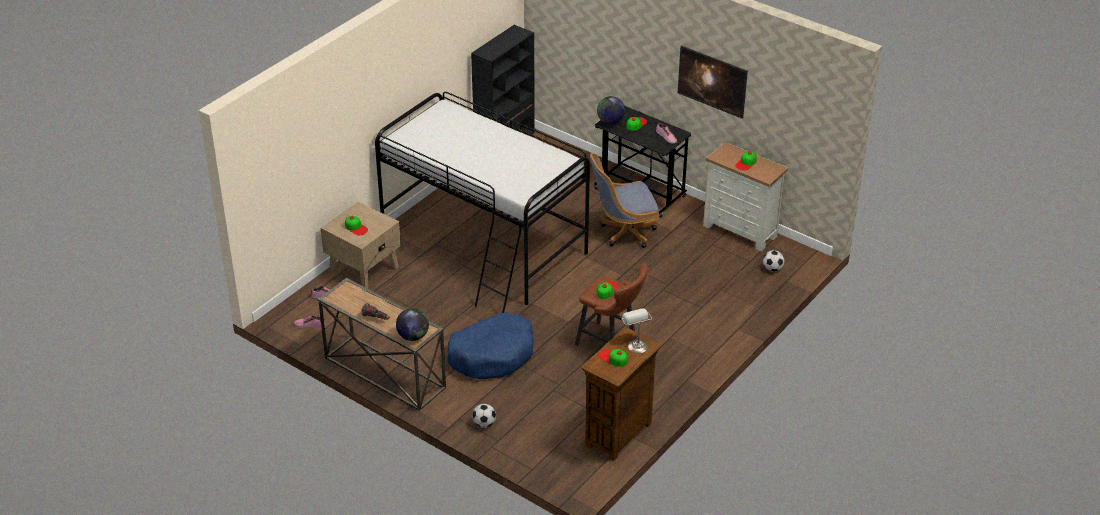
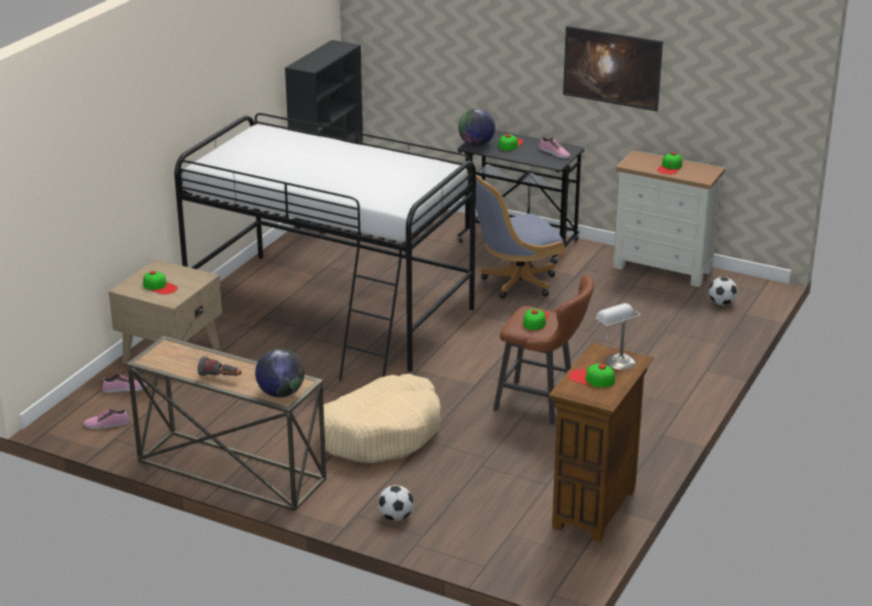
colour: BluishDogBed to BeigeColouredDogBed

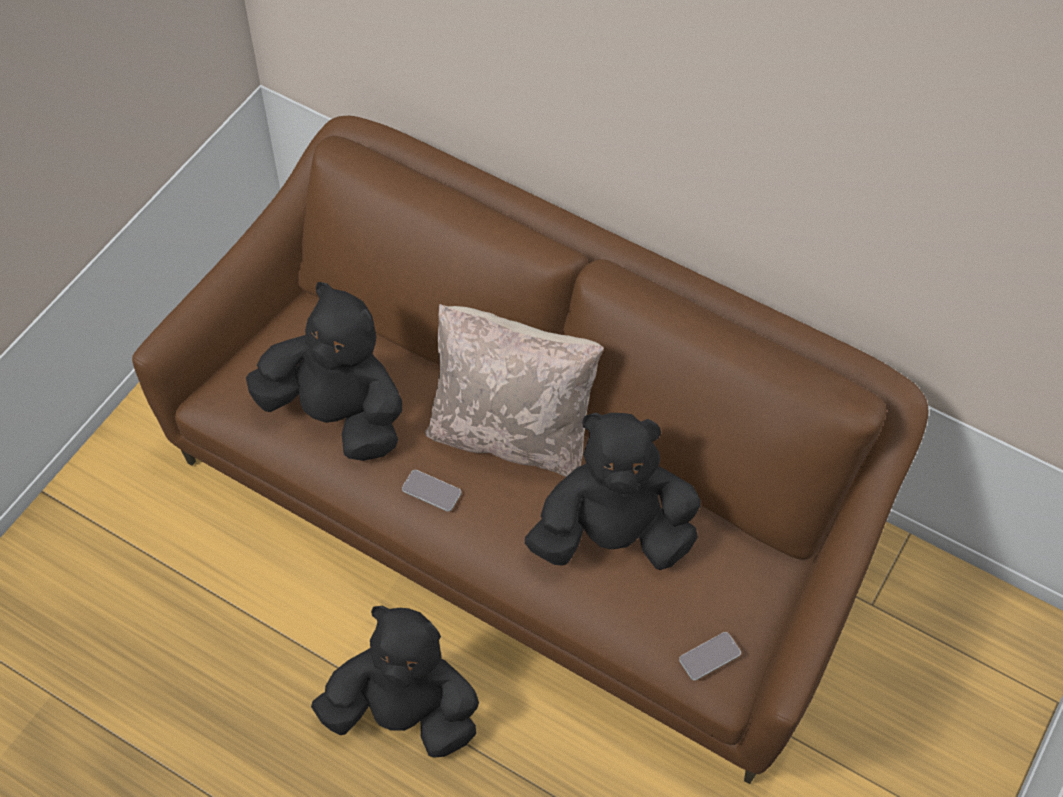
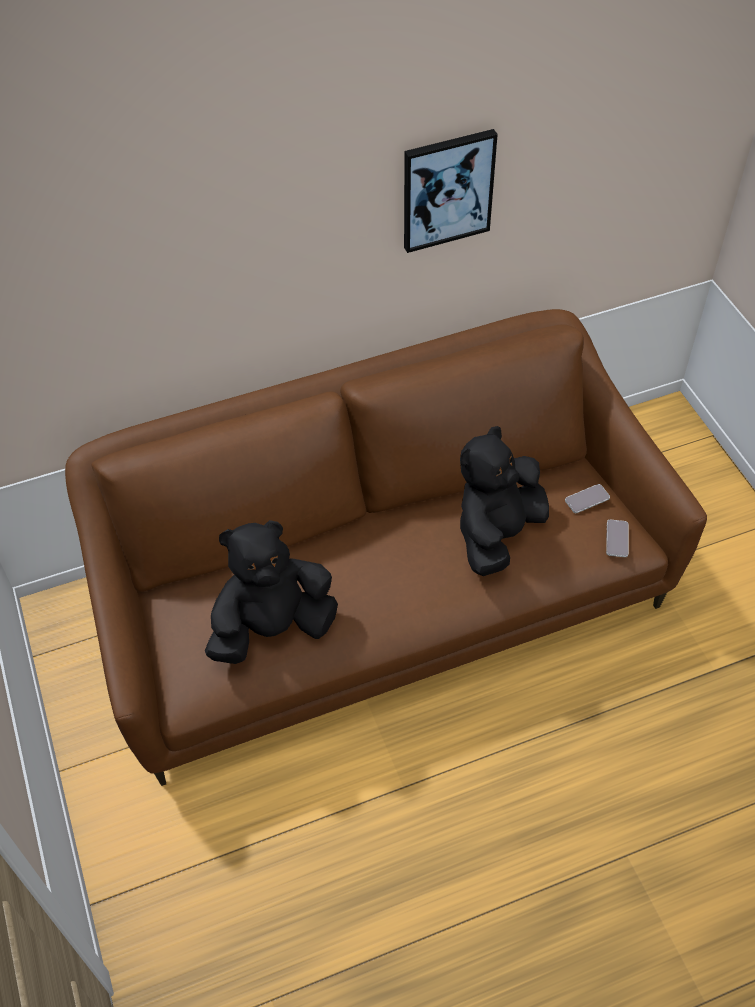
missing: BeigeColouredPillow; BlackColouredCuddlyToy (no. 2 from left)
appeared: Picture
relocated: Telephone (no. 1 from left)

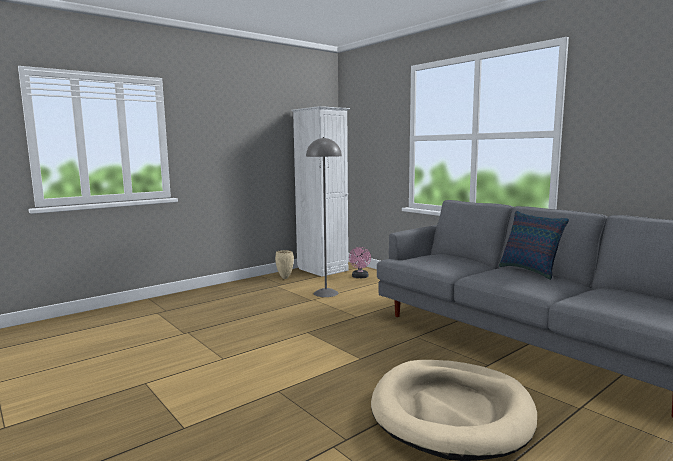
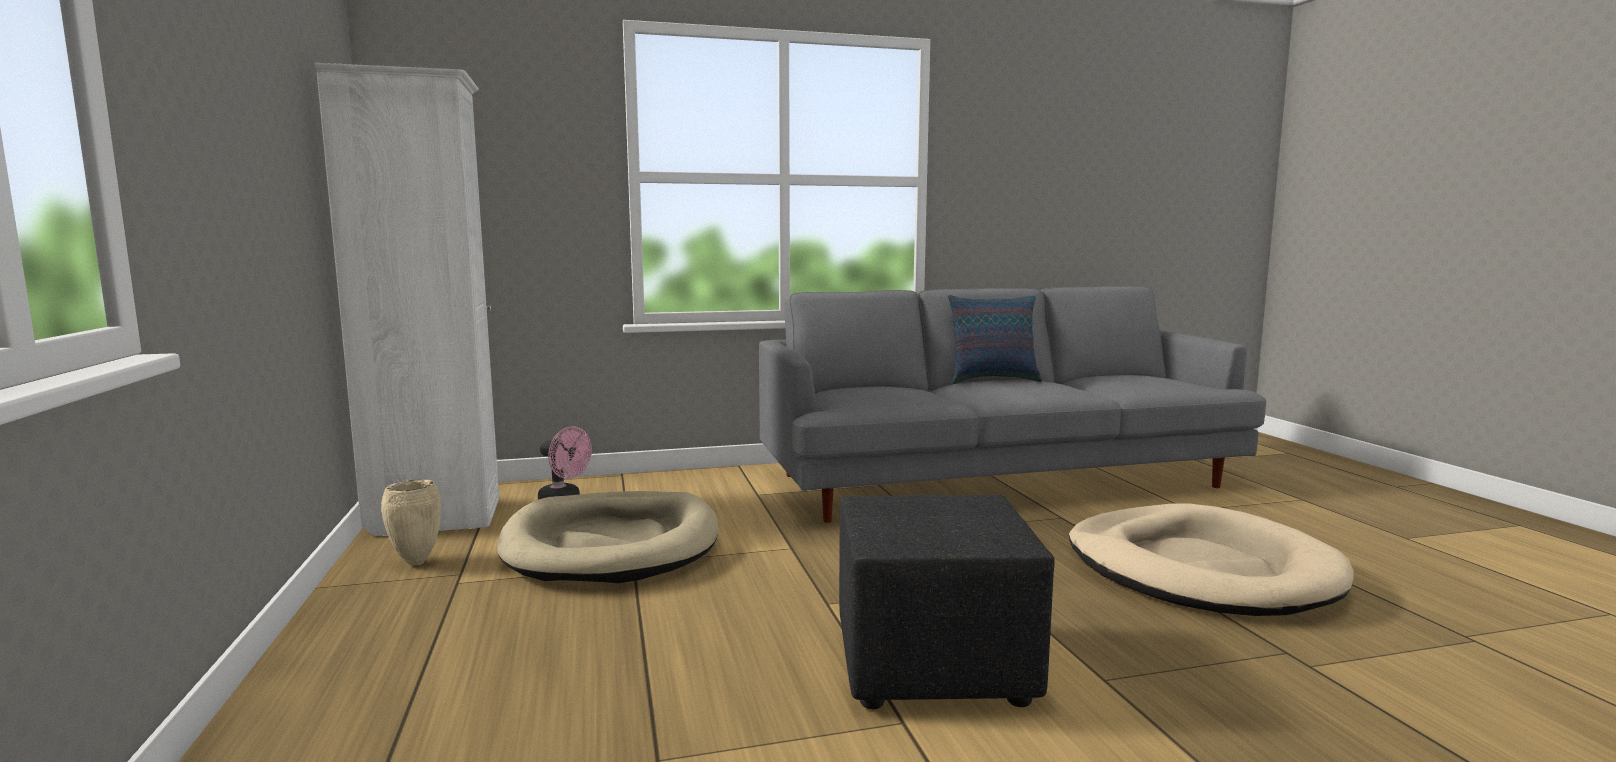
appeared: BlackColouredFootrest
exchanged: GrayStandardLamp to BeigeColouredDogBed (no. 1 from left)

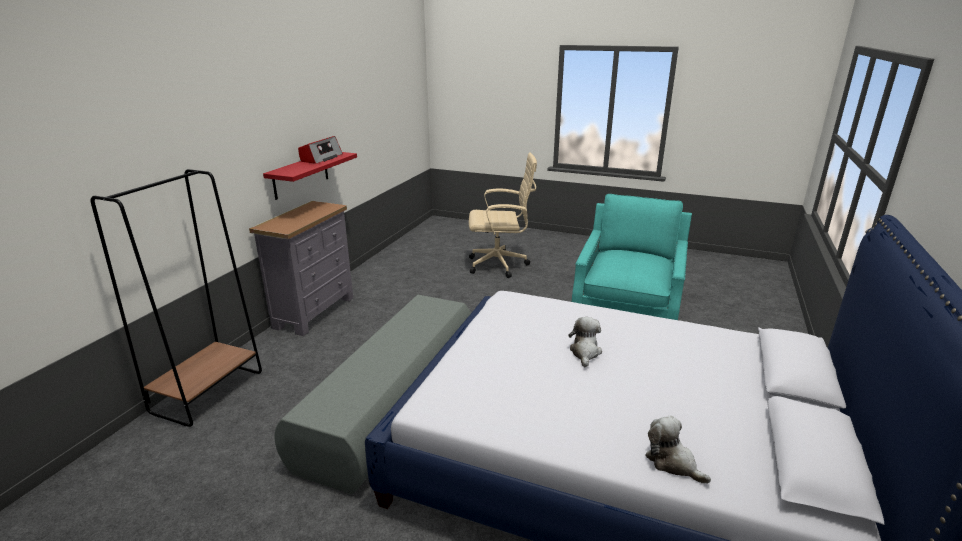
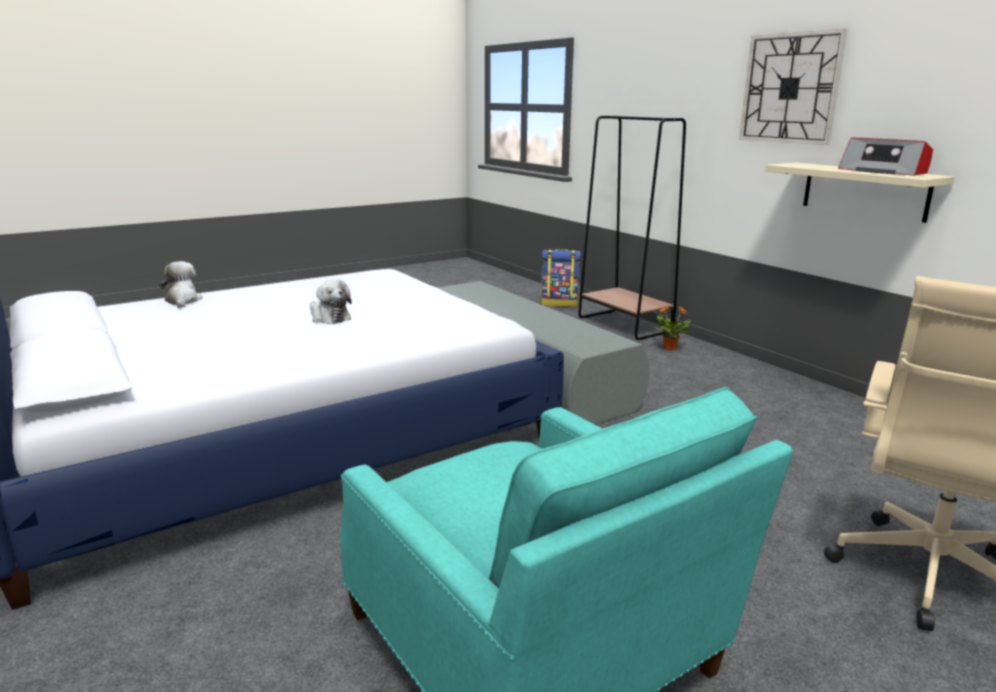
missing: GrayDrawerChest
appeared: ClockOnTheWall; Rucksack; PlantInAPot
colour: RedBracketShelf to BeigeColouredBracketShelf
spun: CuddlyToy (no. 2 from left in the first image) 105 degrees counterclockwise

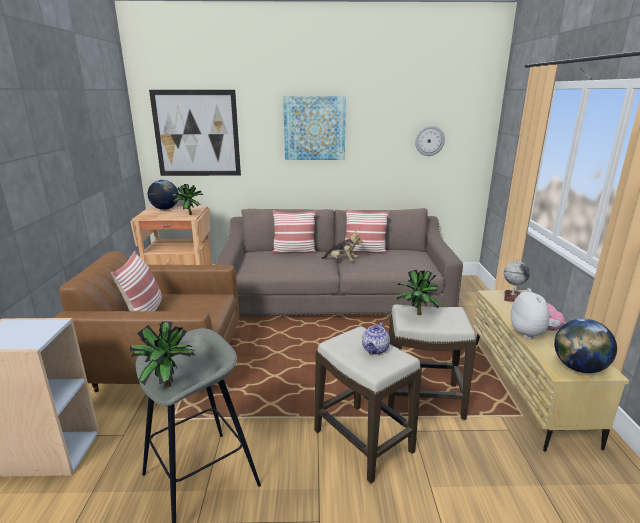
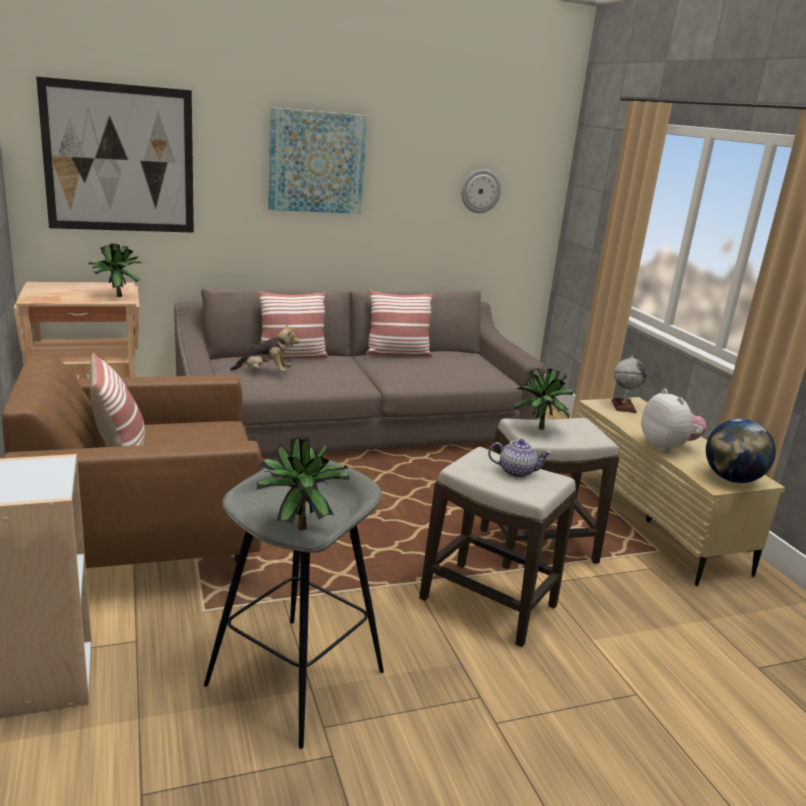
missing: WorldGlobe (no. 1 from left)
relocated: CuddlyToy (no. 1 from left)
spun: TeaPot 90 degrees counterclockwise

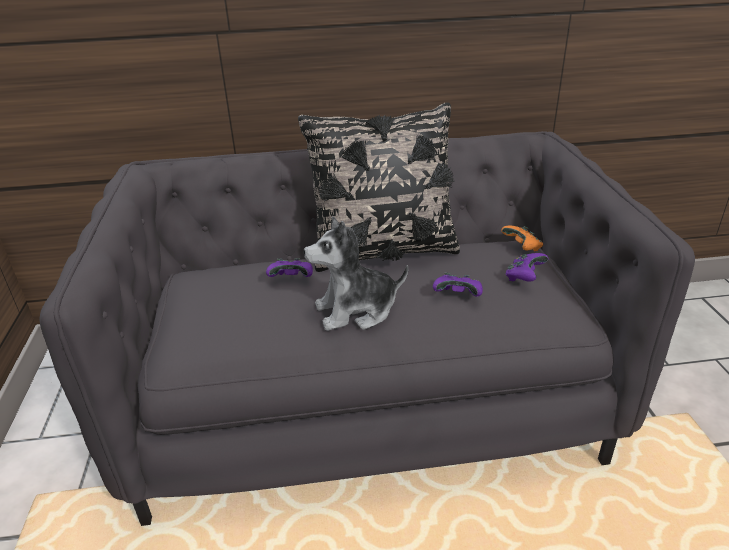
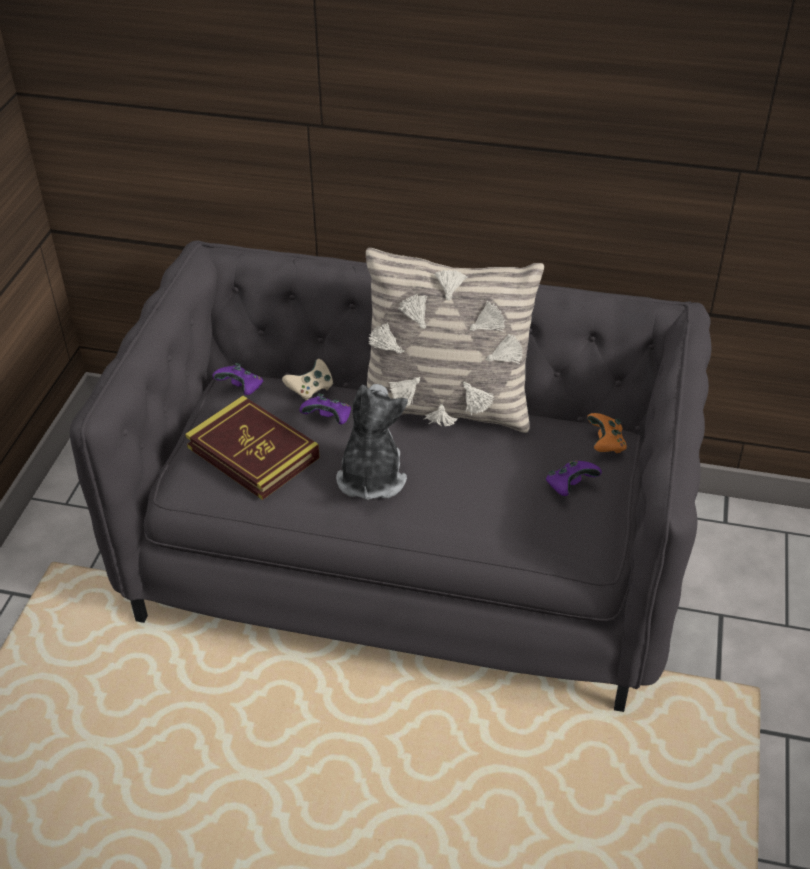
appeared: BeigeColouredGameController; Volume
relocated: PurplishGameController (no. 2 from left in the first image) to PurplishGameController (no. 1 from left)
colour: BlackColouredPillow to BeigeColouredPillow
spun: CuddlyToy 90 degrees clockwise

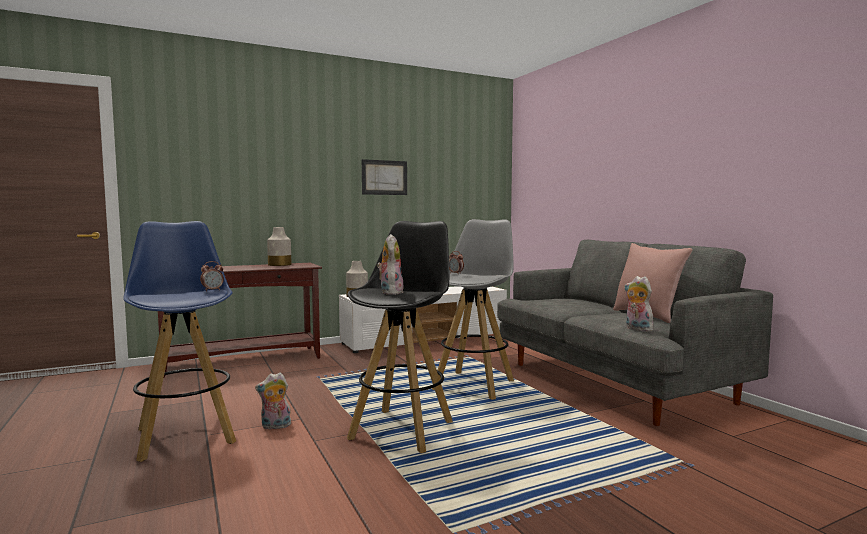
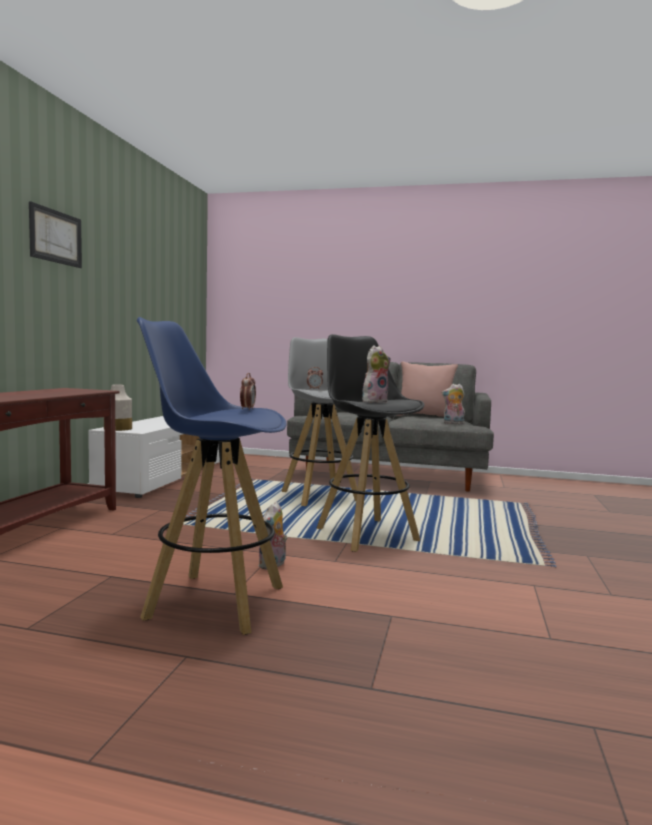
missing: BeigeColouredFlowerVase (no. 1 from left)
relocated: Picture
spun: CuddlyToy (no. 2 from left) 105 degrees clockwise

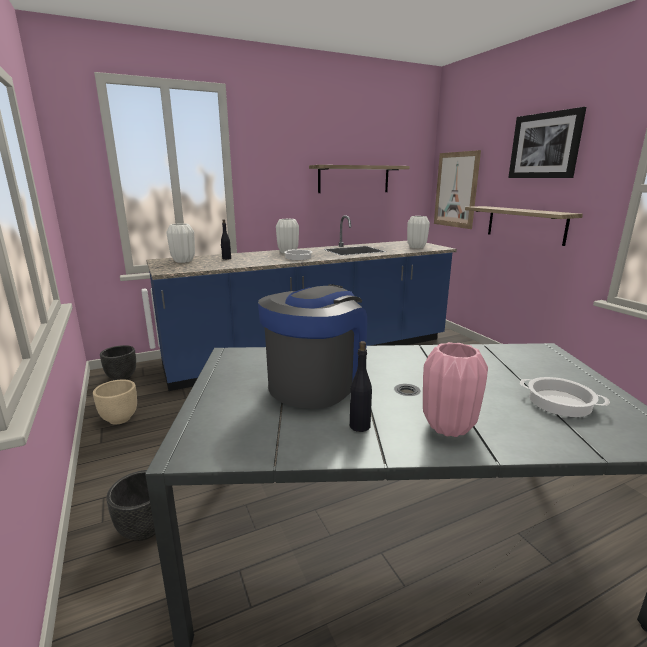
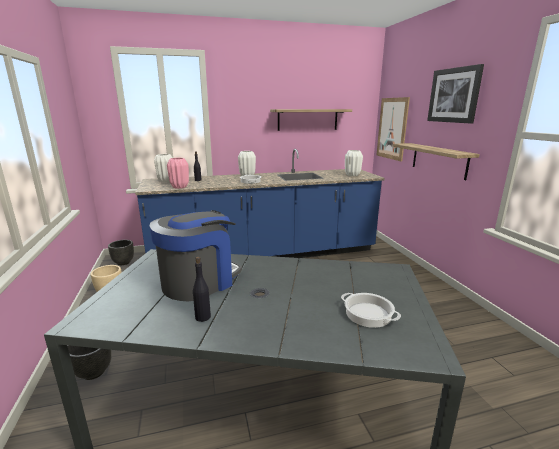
relocated: PinkColouredFlowerVase

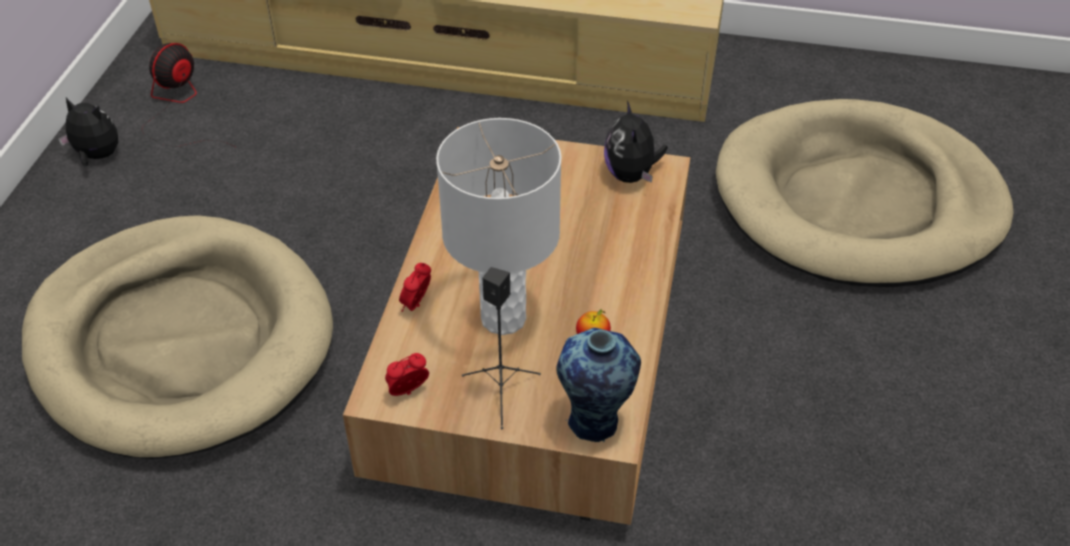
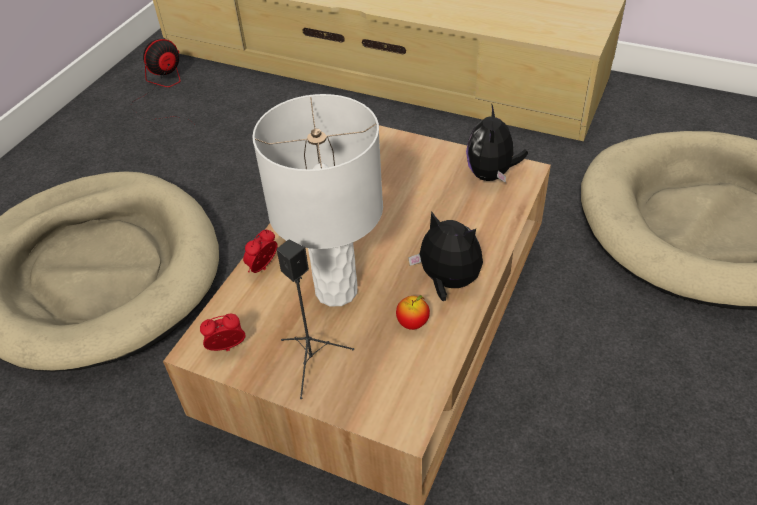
missing: FlowerVase
relocated: CuddlyToy (no. 1 from left)

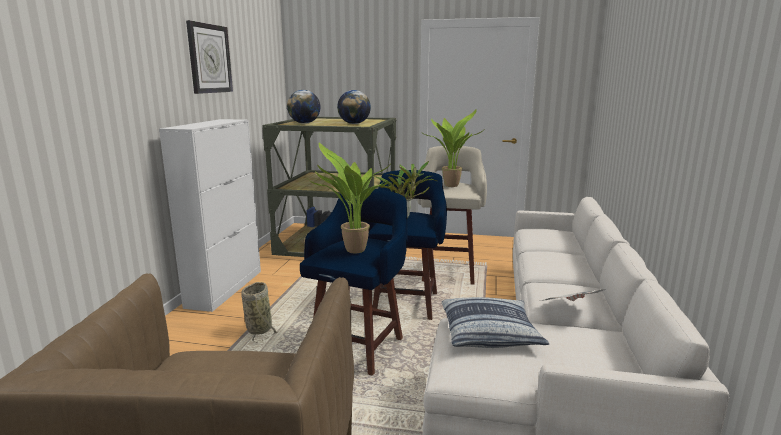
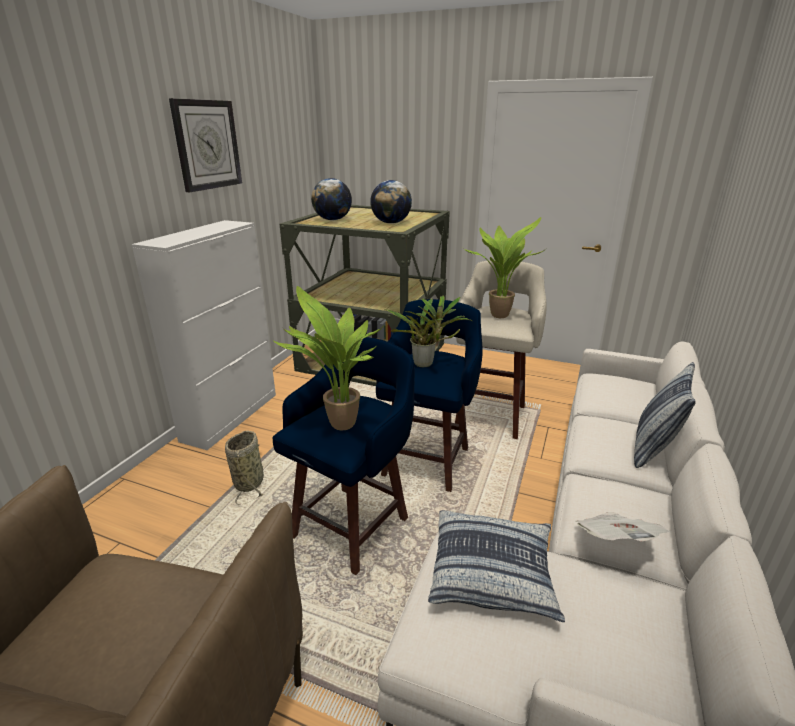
appeared: Pillow (no. 2 from left)

